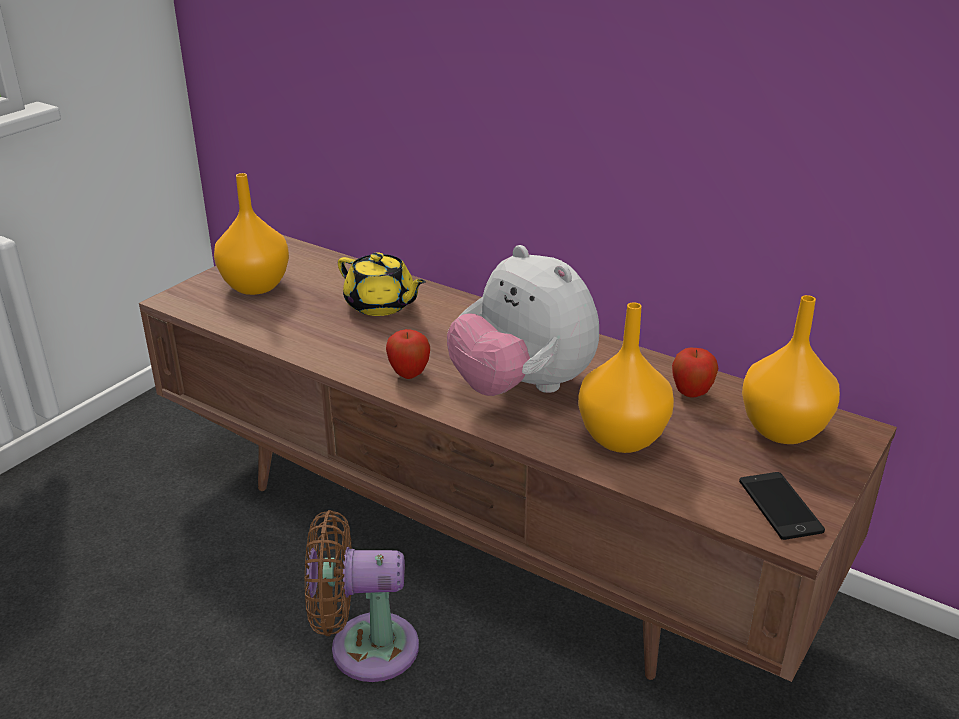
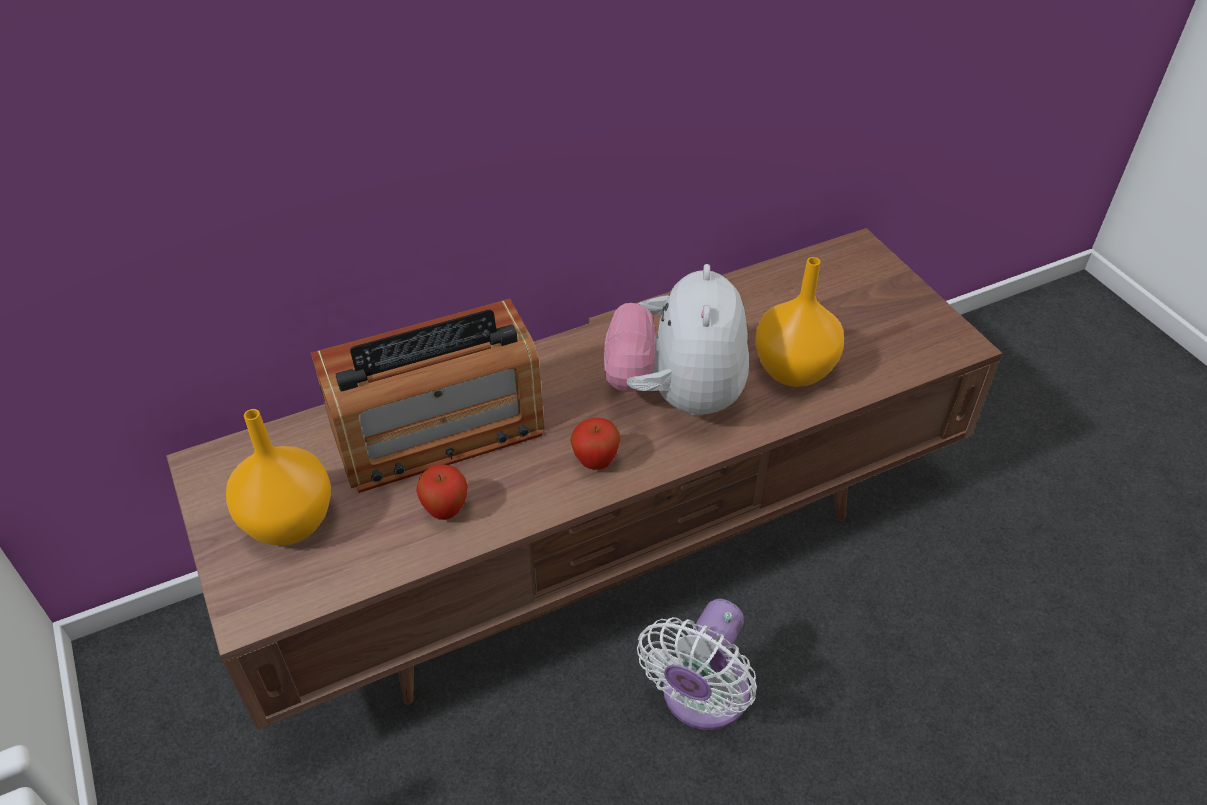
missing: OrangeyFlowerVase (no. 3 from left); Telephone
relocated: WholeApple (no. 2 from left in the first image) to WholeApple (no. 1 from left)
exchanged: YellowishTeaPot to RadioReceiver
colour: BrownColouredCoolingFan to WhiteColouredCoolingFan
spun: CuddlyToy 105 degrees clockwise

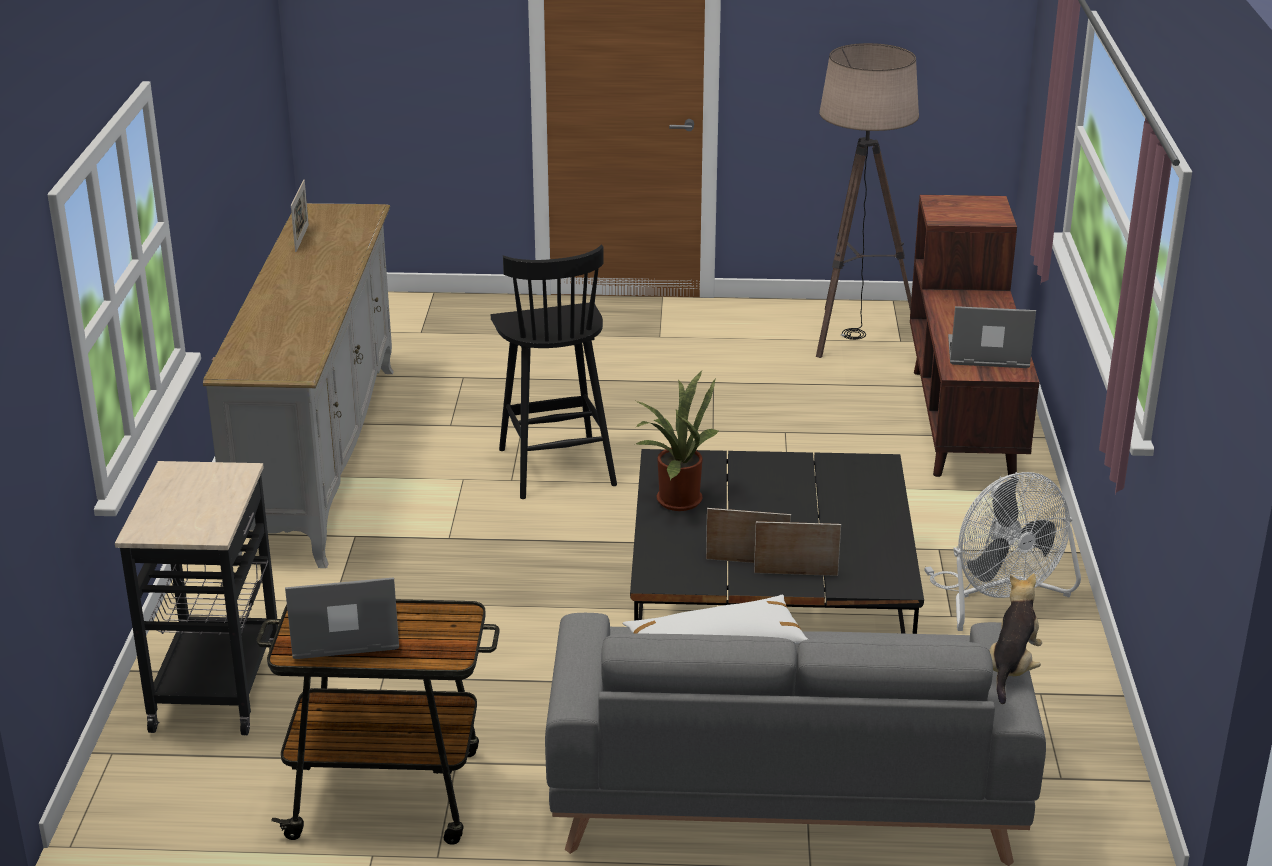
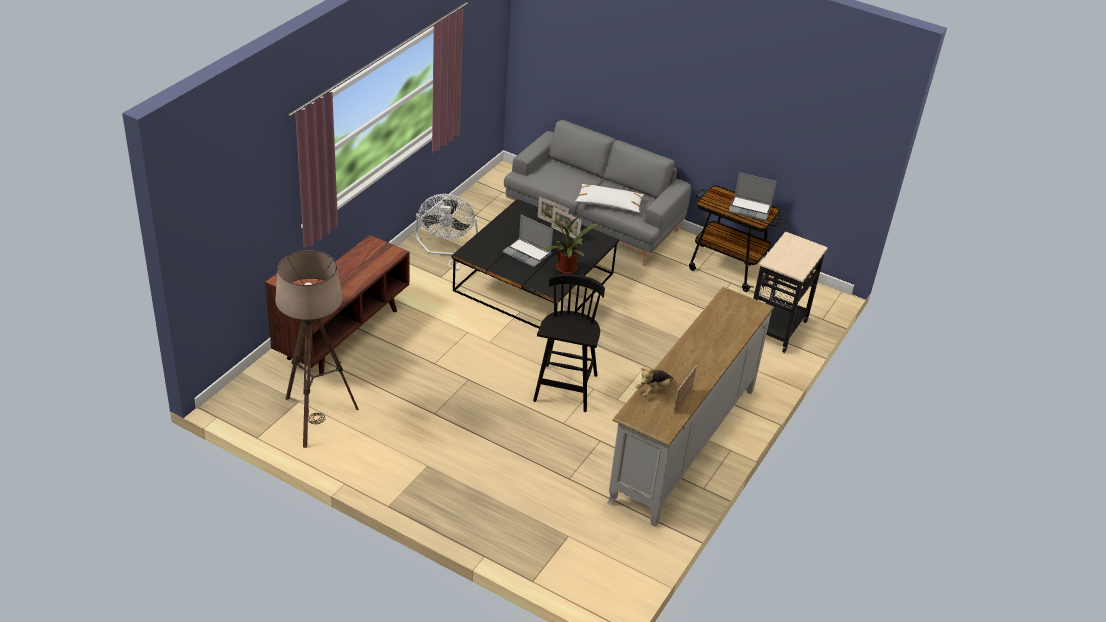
relocated: NotebookComputer (no. 2 from left in the first image) to NotebookComputer (no. 1 from left); CuddlyToy

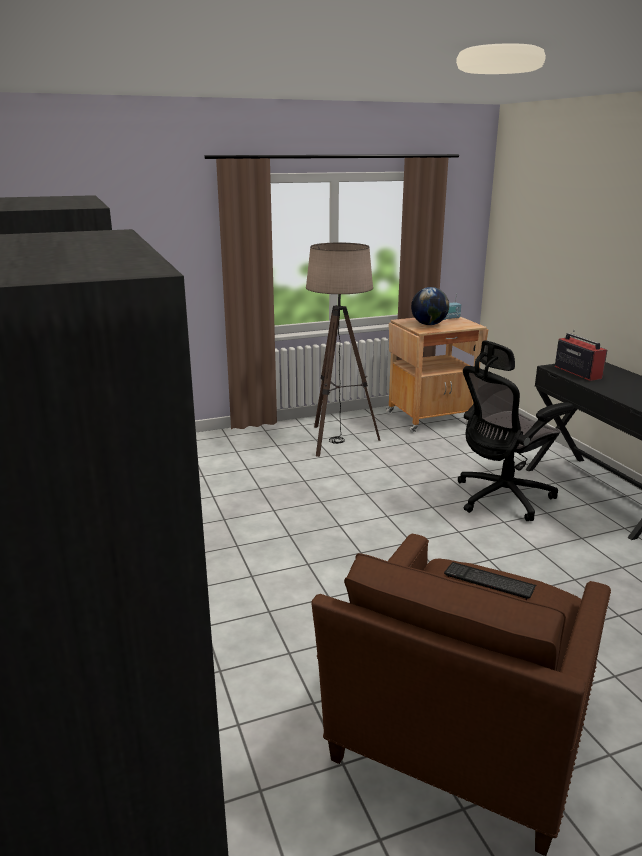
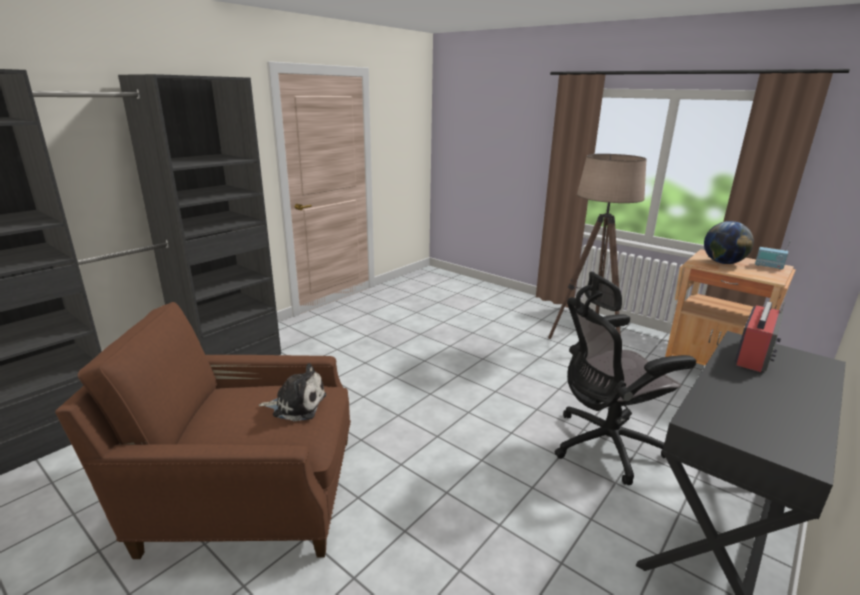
exchanged: PcKeyboard to CuddlyToy
spun: DeskChair 45 degrees counterclockwise

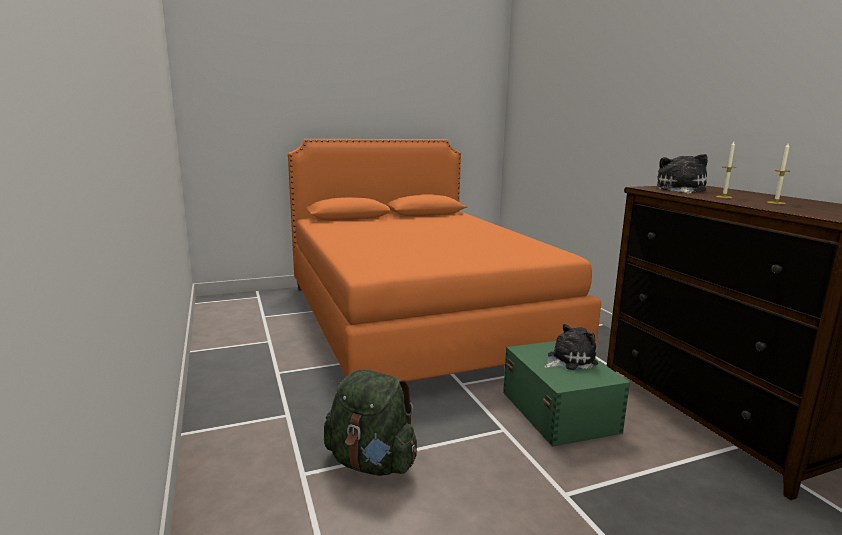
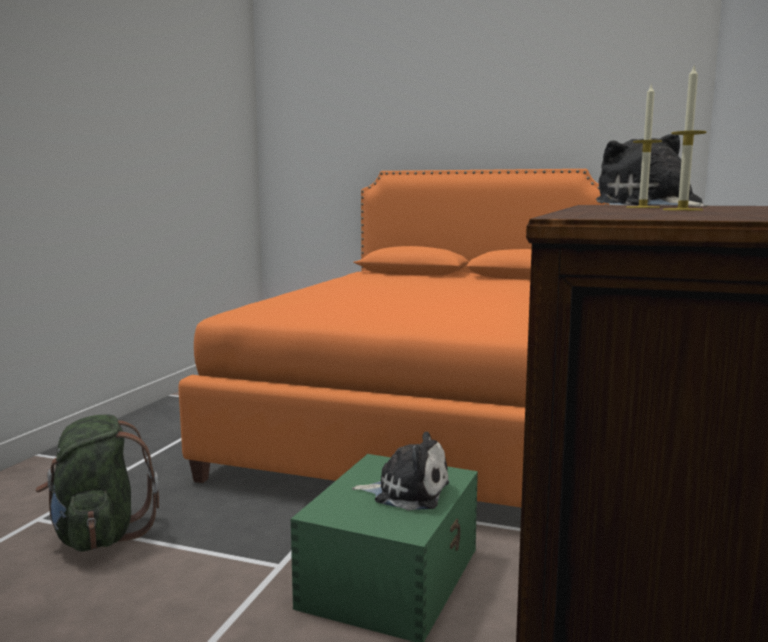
spun: CuddlyToy (no. 2 from left) 75 degrees counterclockwise

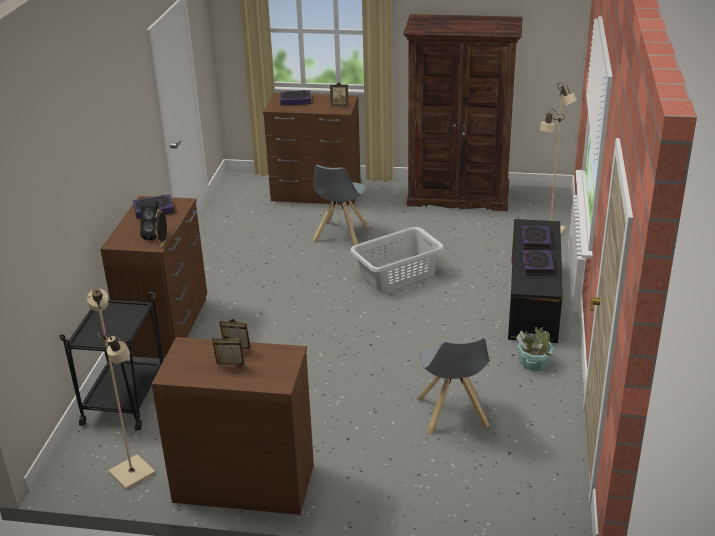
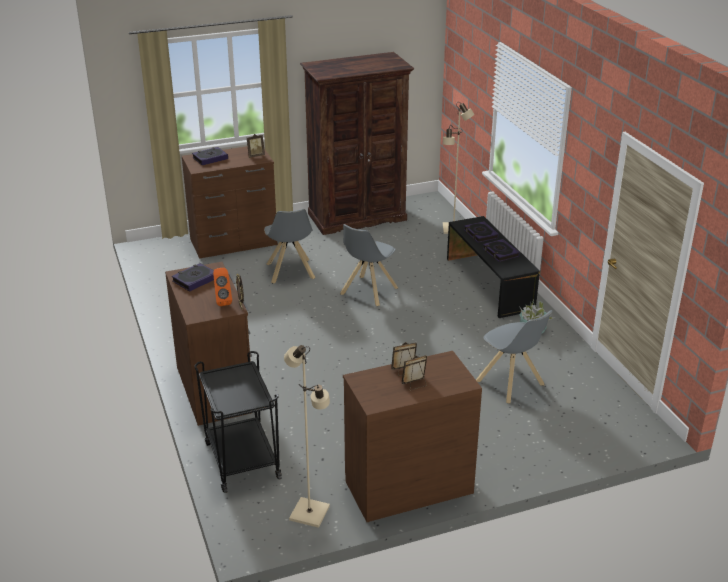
exchanged: GrayWashingBasket to GrayUprightChair (no. 2 from left)
colour: BlackColouredSpeaker to OrangeySpeaker

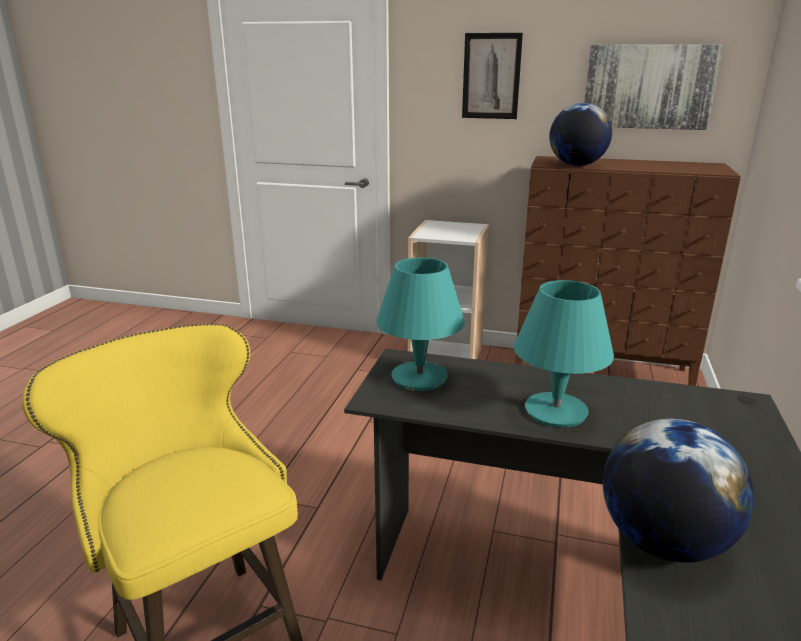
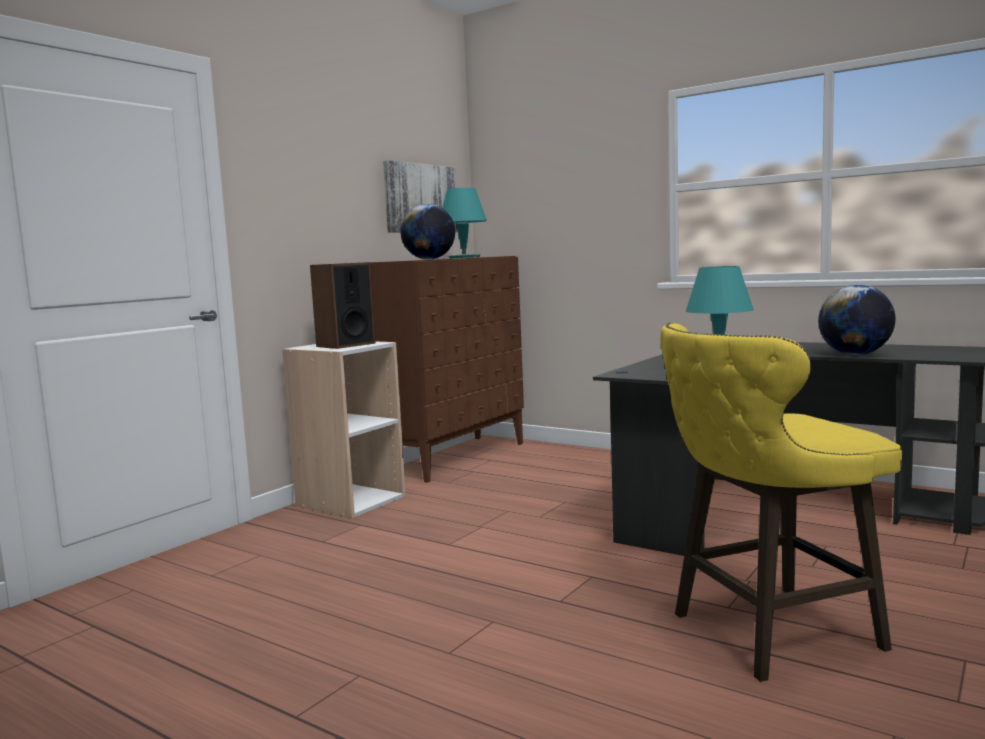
missing: Picture (no. 1 from left)
appeared: Speaker
relocated: TurquoiseLampForATable (no. 1 from left)

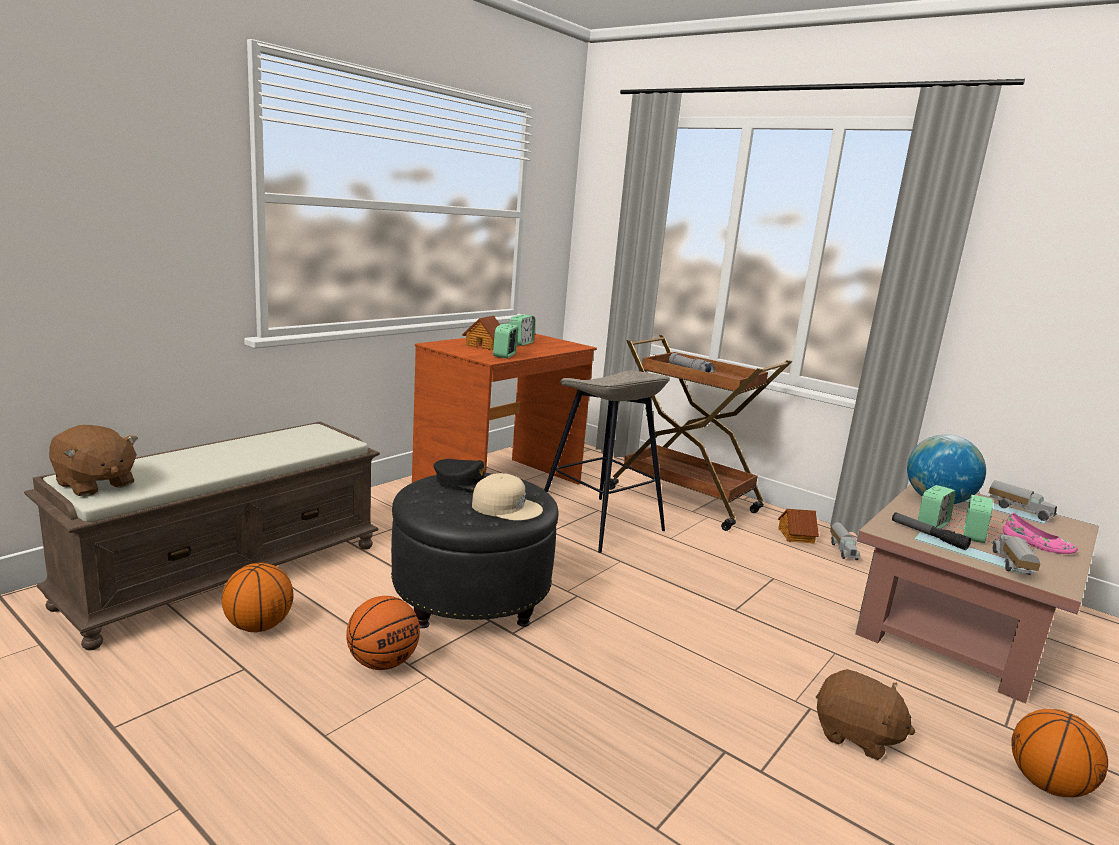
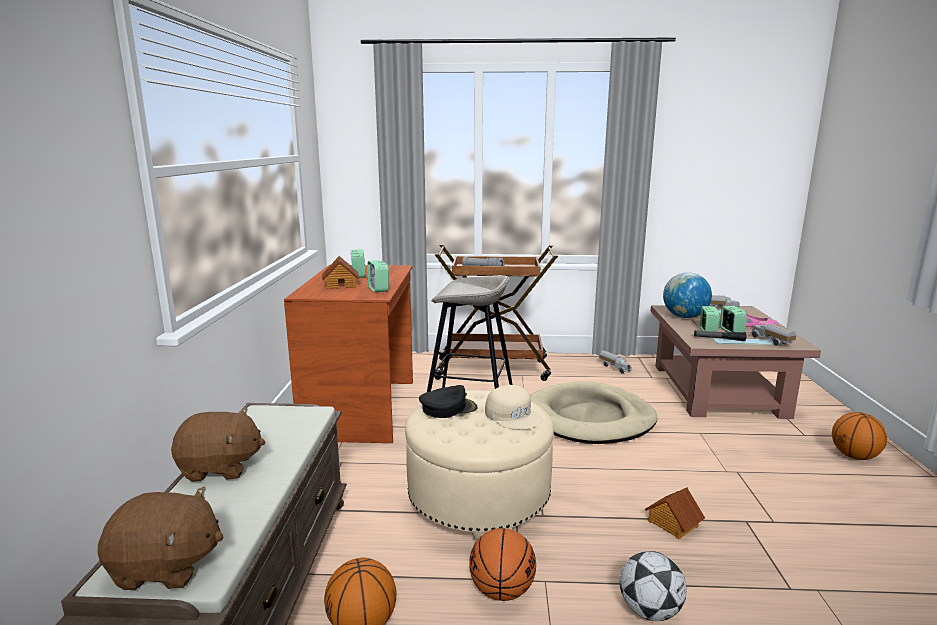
appeared: BeigeColouredDogBed; Football
relocated: ModelHouse (no. 2 from left); BrownColouredCuddlyToy (no. 2 from left)
colour: BlackColouredFootrest to BeigeColouredFootrest
spun: BeigeColouredCap 75 degrees clockwise

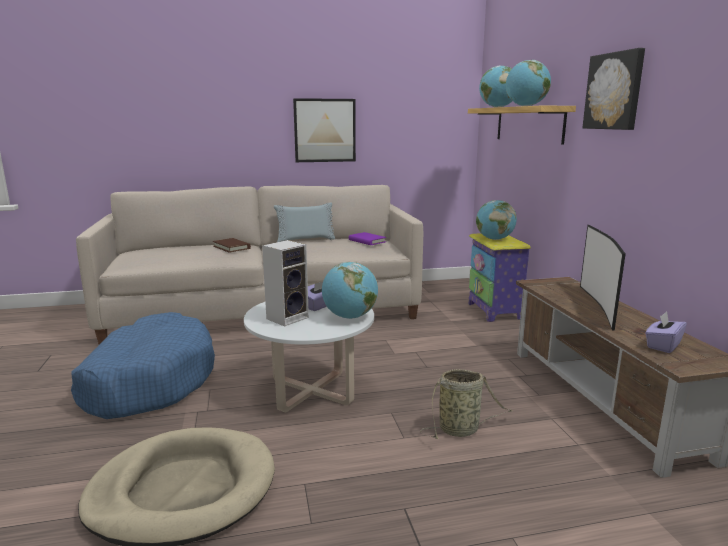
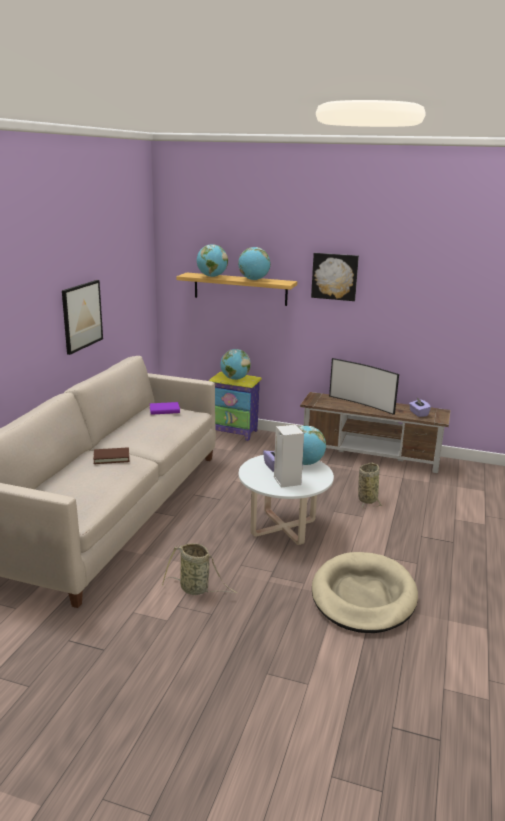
missing: BluishPillow
exchanged: BluishDogBed to StorageBasket (no. 1 from left)

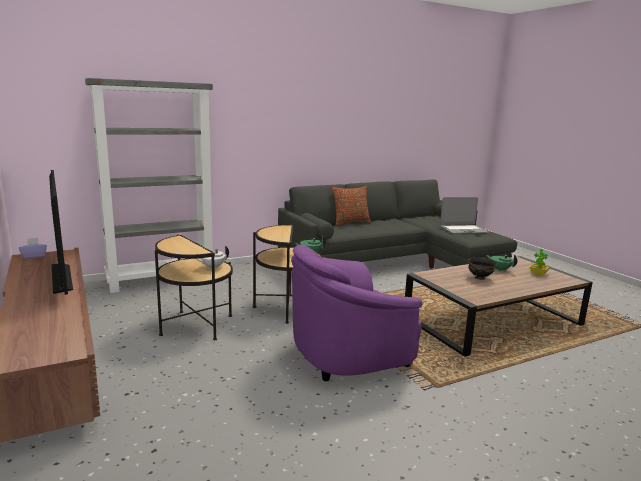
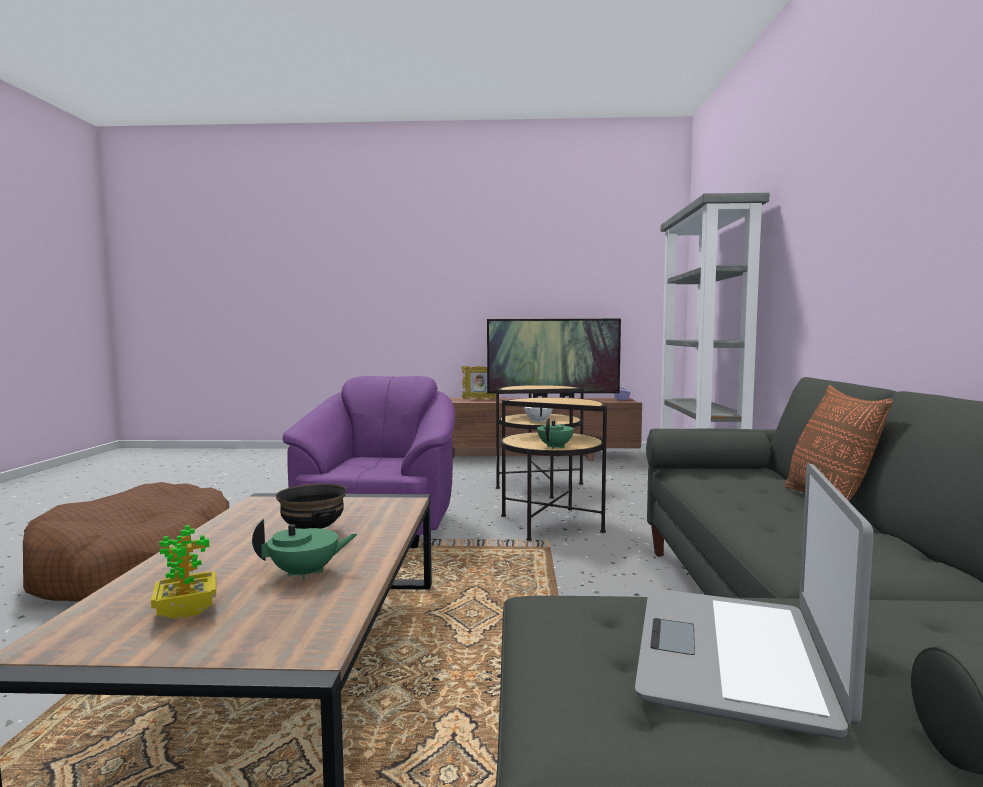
appeared: PhotoFrame; BrownColouredDogBed

